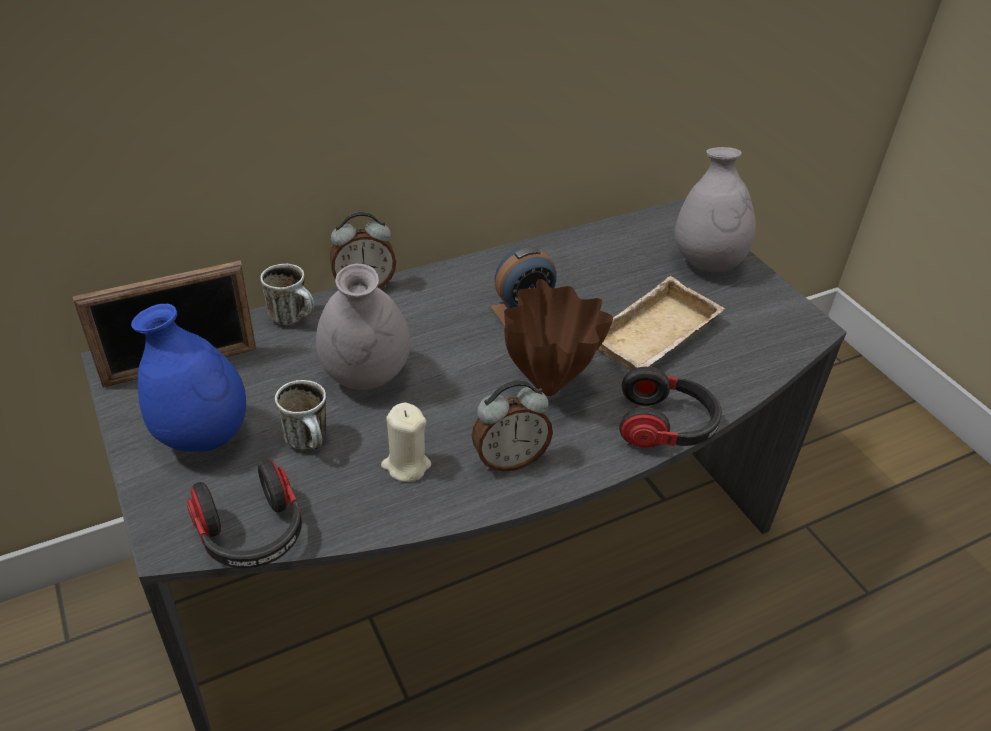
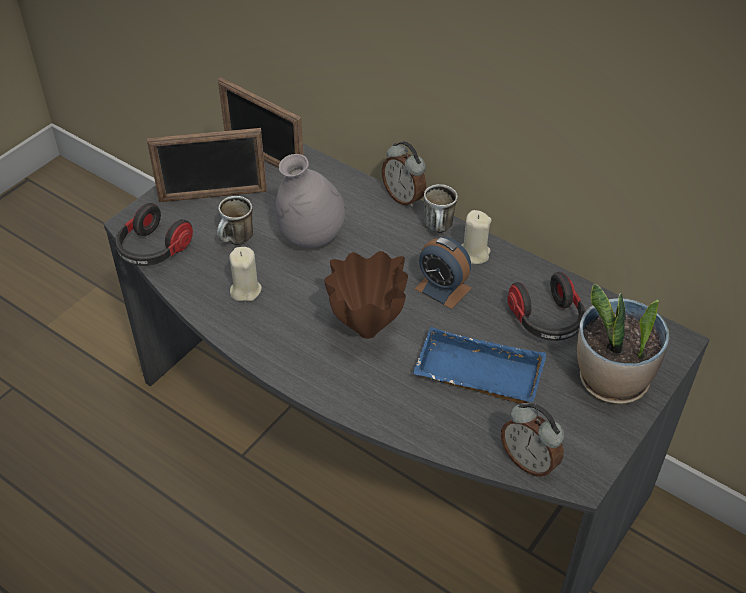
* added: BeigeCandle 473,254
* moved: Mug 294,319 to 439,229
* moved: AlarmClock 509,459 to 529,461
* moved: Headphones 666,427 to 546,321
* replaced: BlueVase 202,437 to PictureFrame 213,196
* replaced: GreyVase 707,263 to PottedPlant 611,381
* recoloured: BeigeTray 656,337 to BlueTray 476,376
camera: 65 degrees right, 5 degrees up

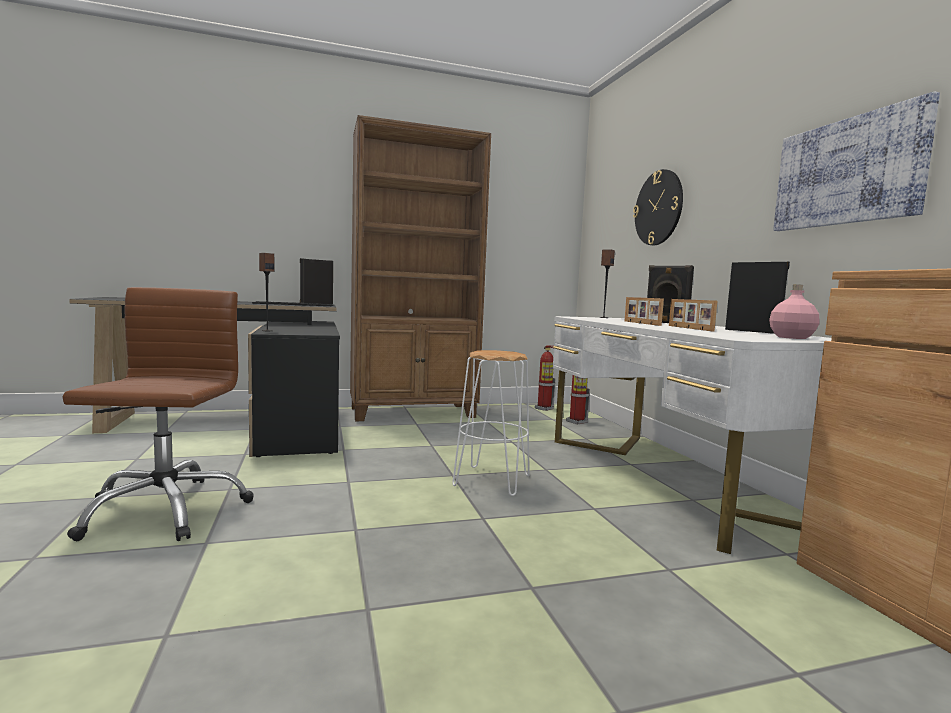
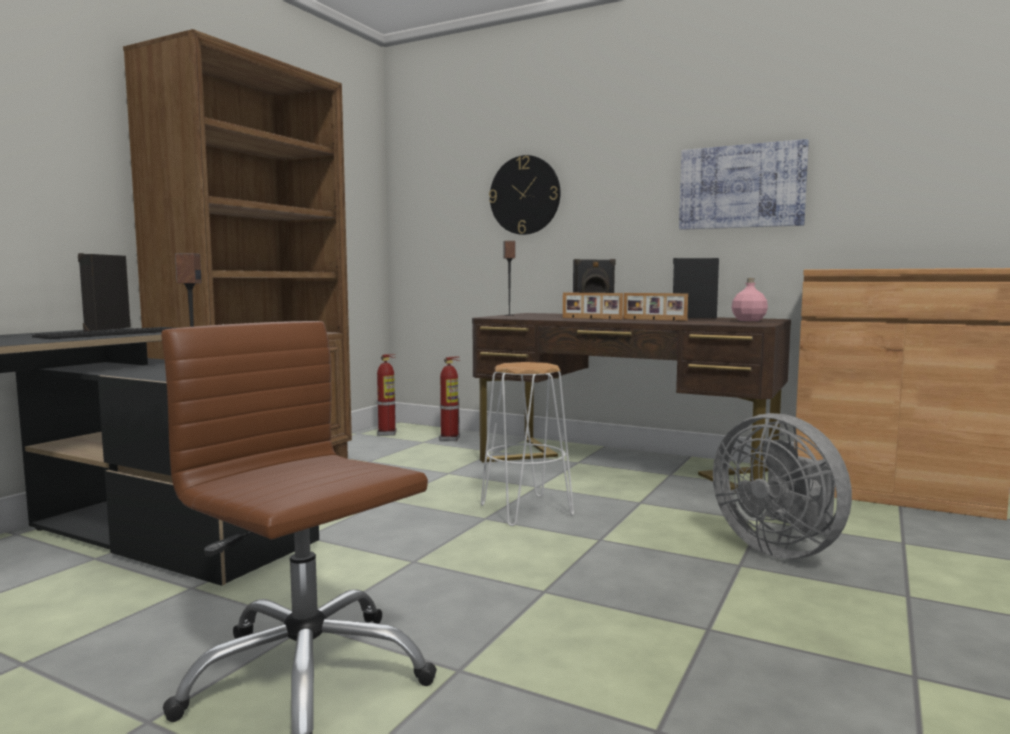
* added: GreyFan 780,548
* recoloured: WhiteDesk 666,479 to BrownDesk 624,465
camera: 45 degrees left, 0 degrees up

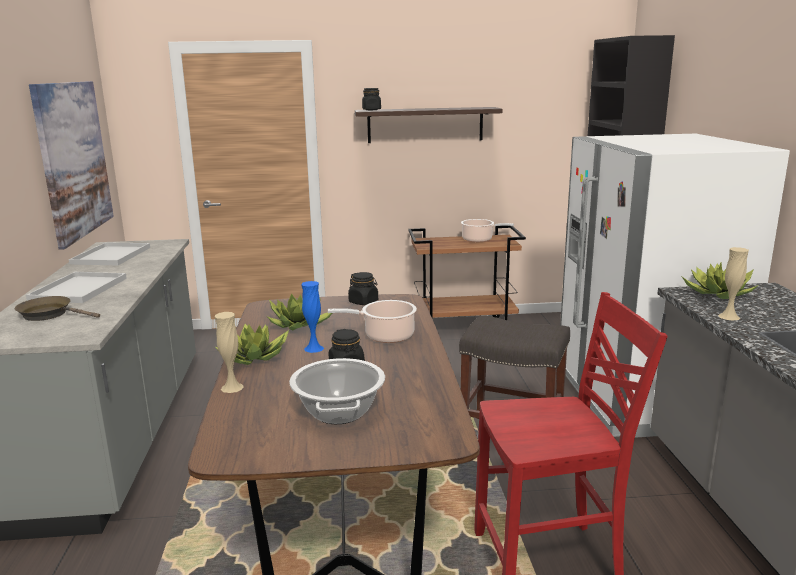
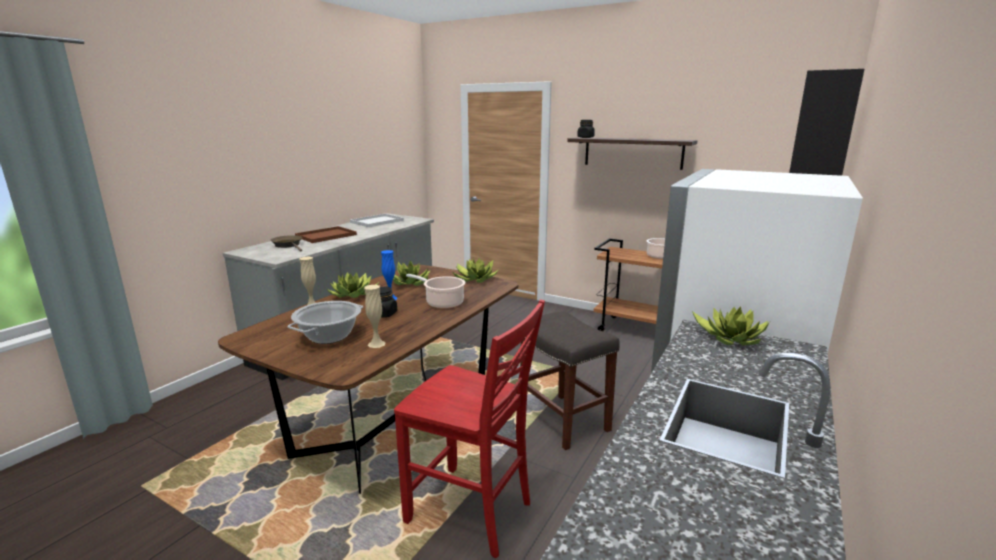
* removed: Picture 74,159
* moved: BeigeVase 729,316 to 376,344
* replaced: BlackJar 363,302 to PottedPlant 474,279
* recoloured: WhiteTray 79,289 to BrownTray 325,236
camera: 35 degrees right, 0 degrees up

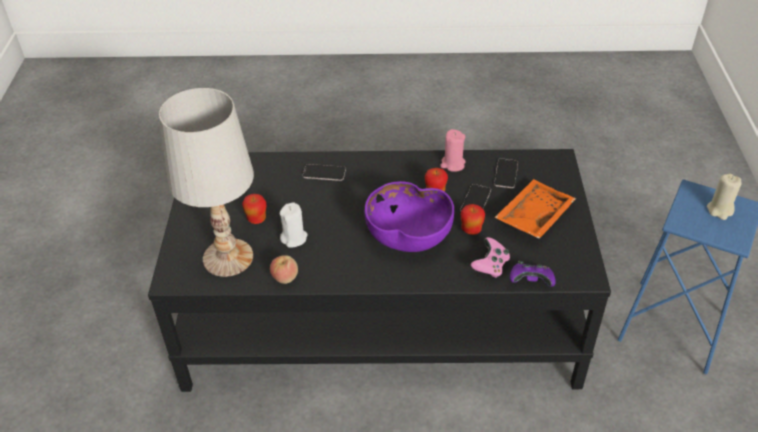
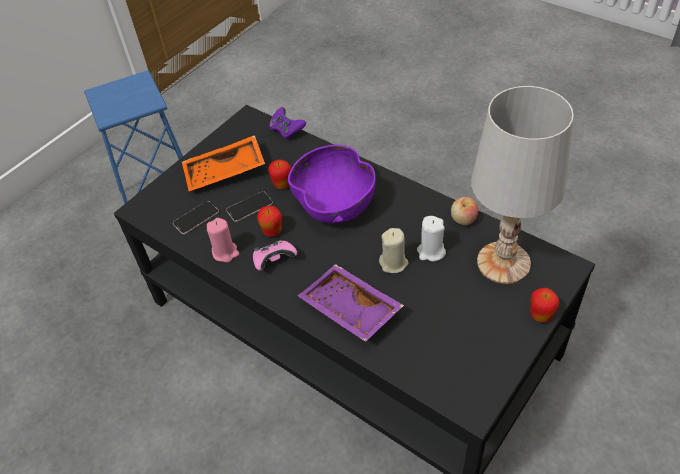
* moved: Apple 257,219 to 540,315
* moved: PinkGameController 490,266 to 274,261
* moved: BeigeCandle 720,210 to 394,263
* replaced: Phone 324,173 to PurpleTray 348,310
camera: 140 degrees left, 5 degrees up

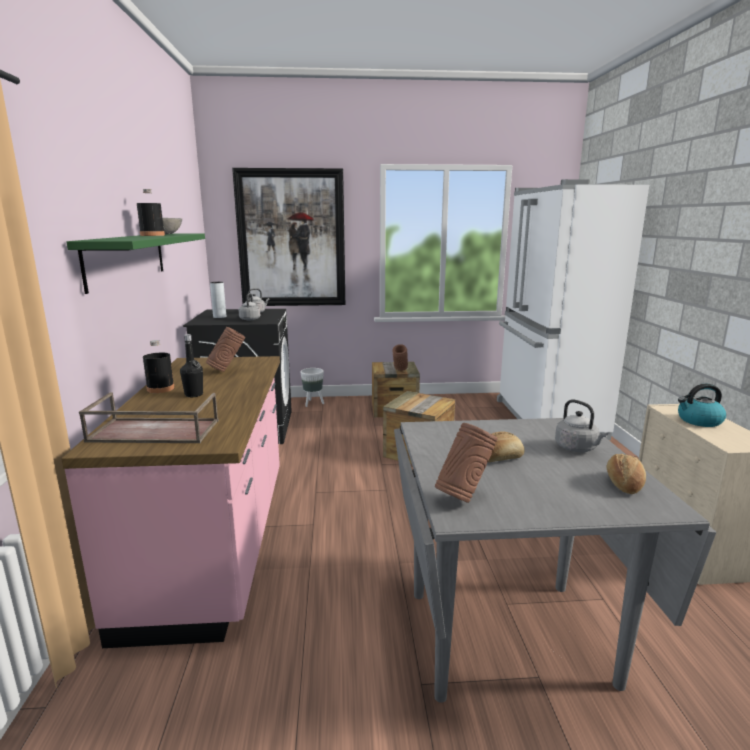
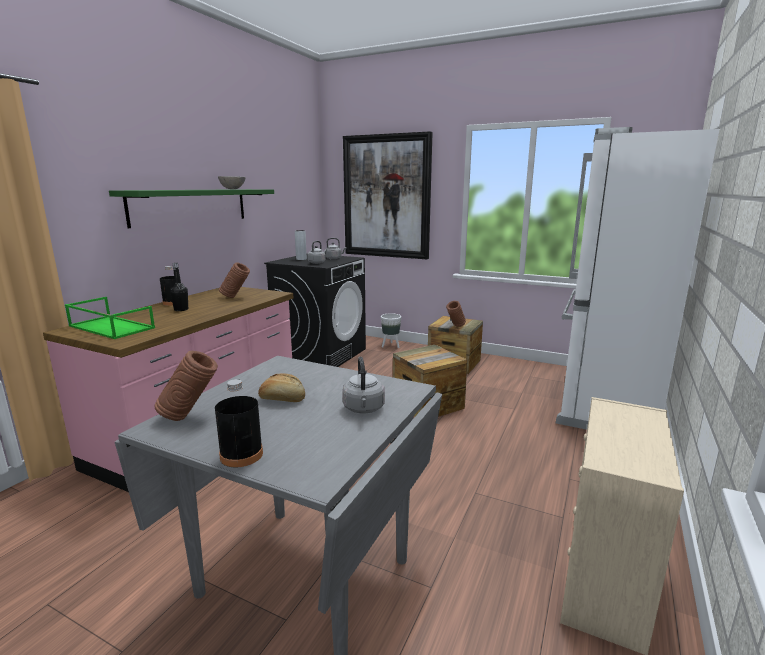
* removed: Bread 623,484
* removed: Kettle 699,421
* moved: BlackBottle 152,235 to 241,455
* recoloured: BrownTray 152,431 to GreenTray 110,327
camera: 30 degrees right, 0 degrees up

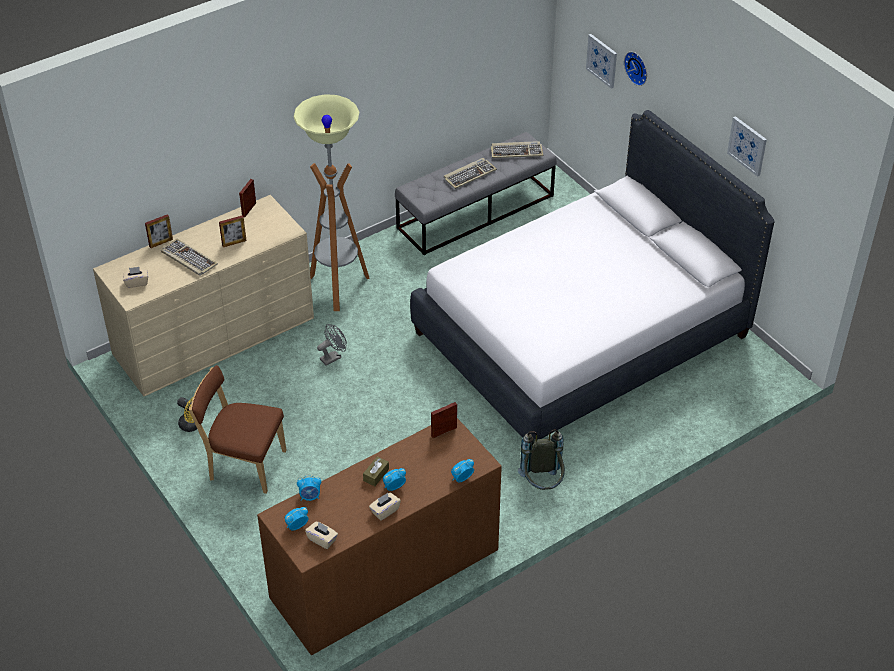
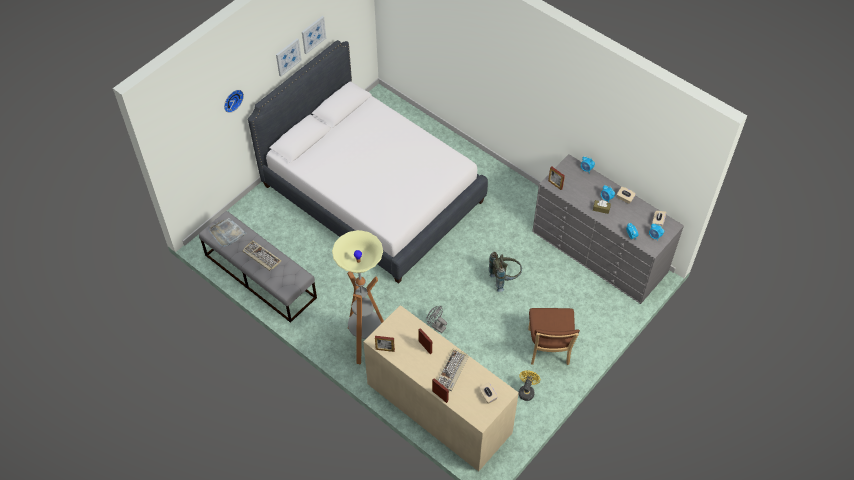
* moved: GreyBackpack 542,484 to 504,278
* moved: Picture 602,60 to 288,57
* replaced: Keyboard 516,151 to GreyTray 227,233
* recoloured: BrownDresser 384,573 to GreyDresser 599,252
camera: 105 degrees left, 10 degrees up

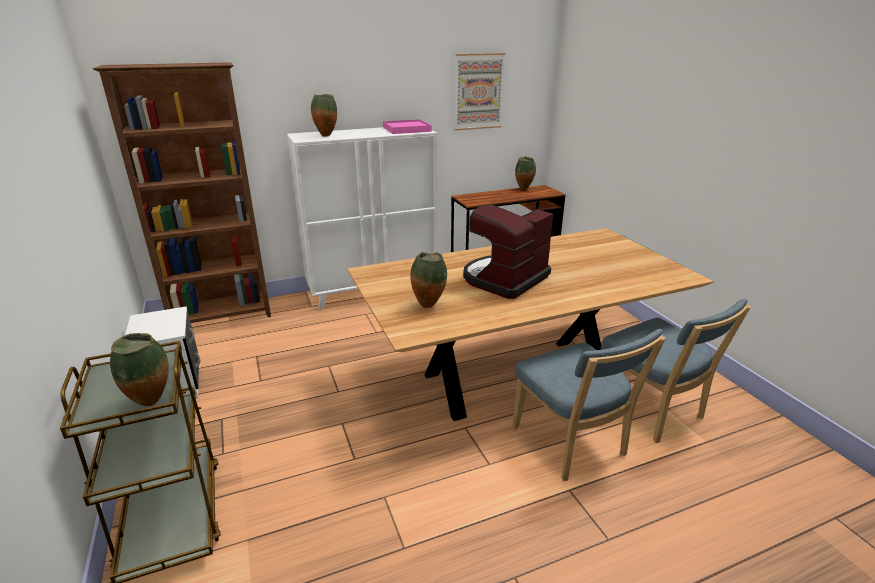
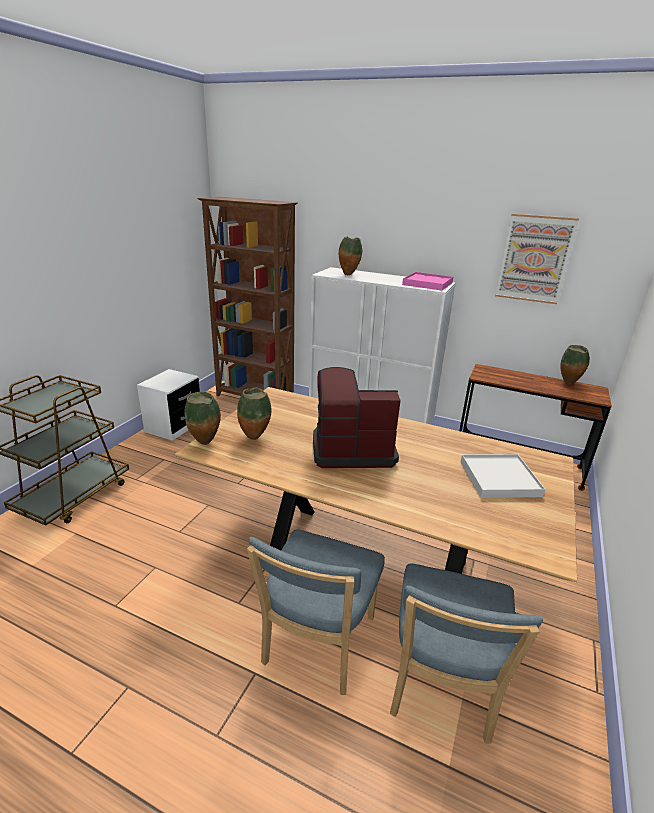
* added: WhiteTray 499,478
* moved: Vase 152,403 to 205,443
camera: 45 degrees right, 0 degrees up

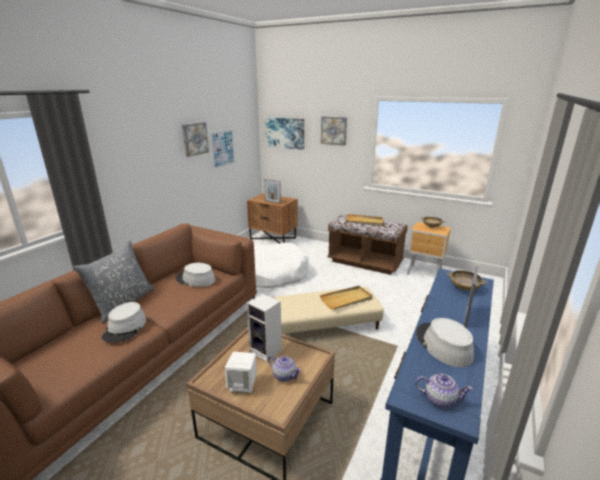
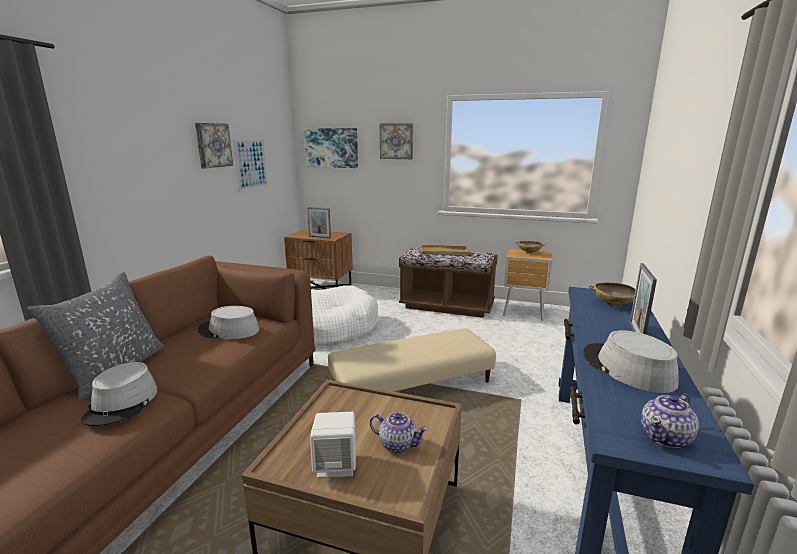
* removed: Speaker 267,351
* removed: BeigeTray 346,299
* turned: Teapot 439,399 = 666,437 135 degrees clockwise
camera: 10 degrees left, 5 degrees down

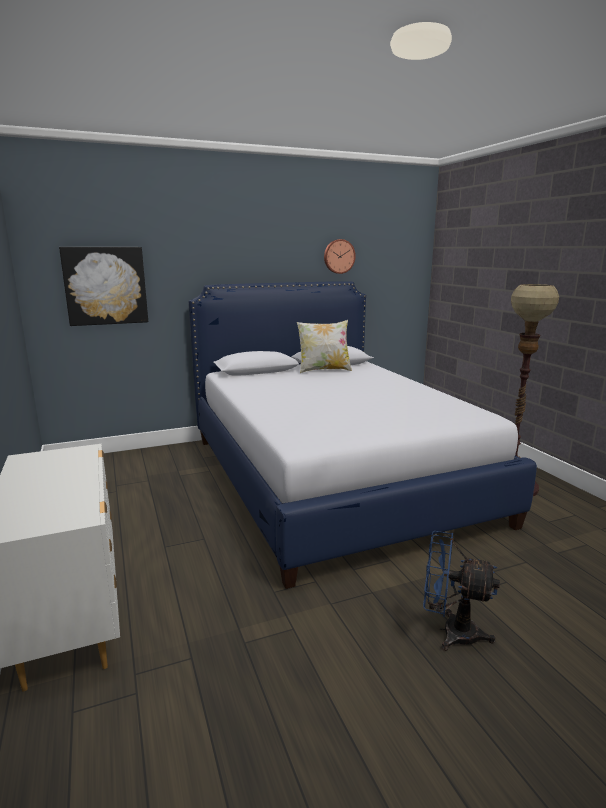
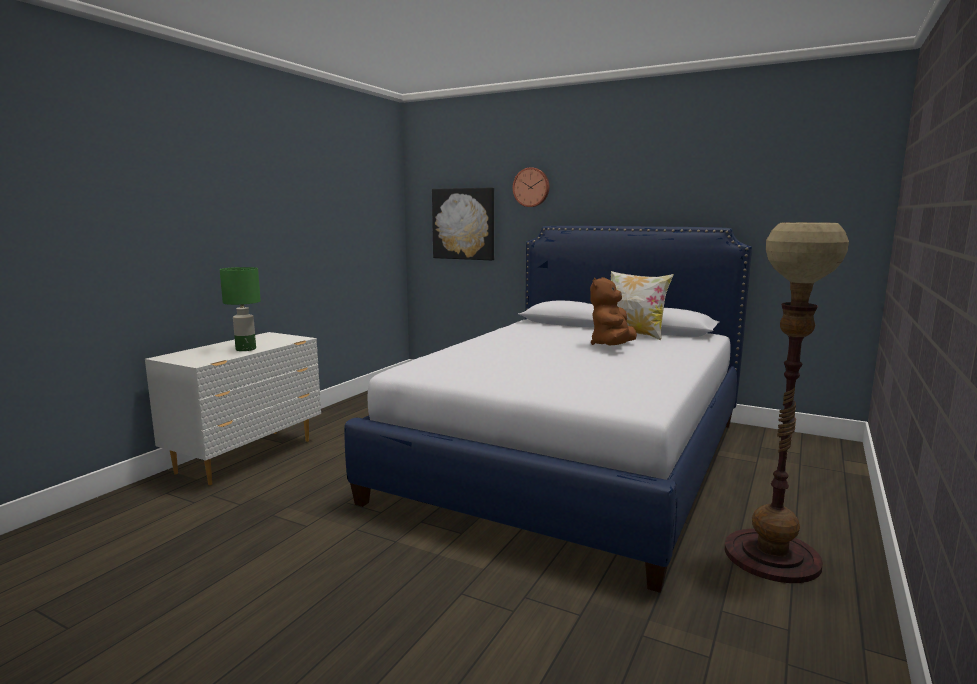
* removed: BlueFan 450,632
* added: GreenTableLamp 245,349
* added: BrownPlushToy 612,346
* moved: WallClock 339,256 to 531,187
camera: 50 degrees right, 5 degrees down

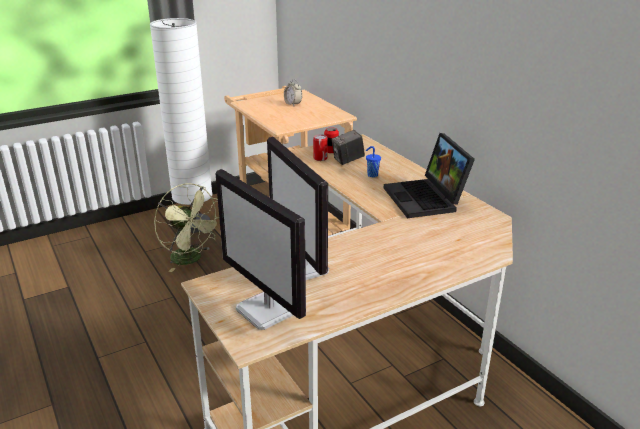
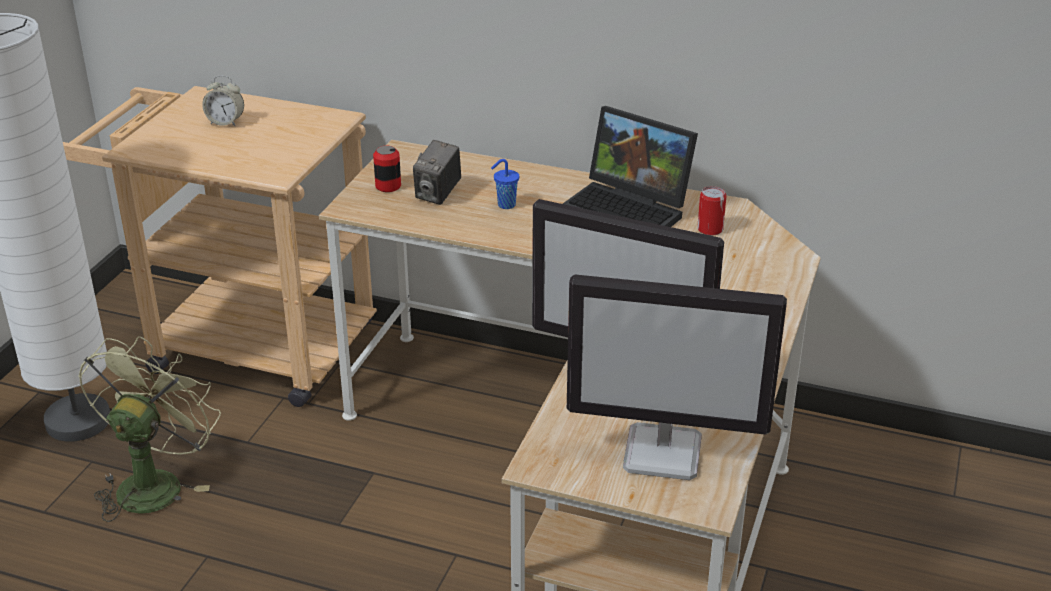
* moved: Can 320,158 to 710,229
* turned: GreenFan 191,259 = 154,482 75 degrees counterclockwise
camera: 40 degrees left, 5 degrees up

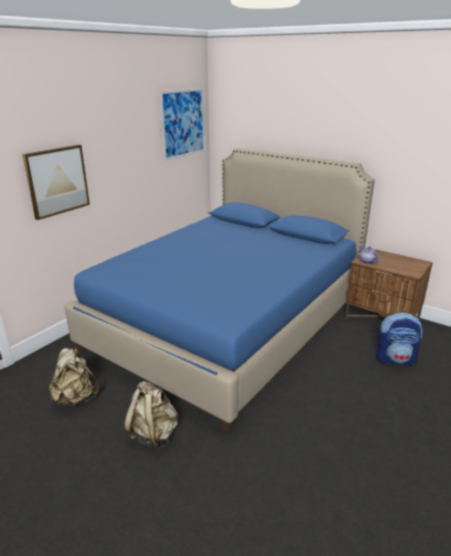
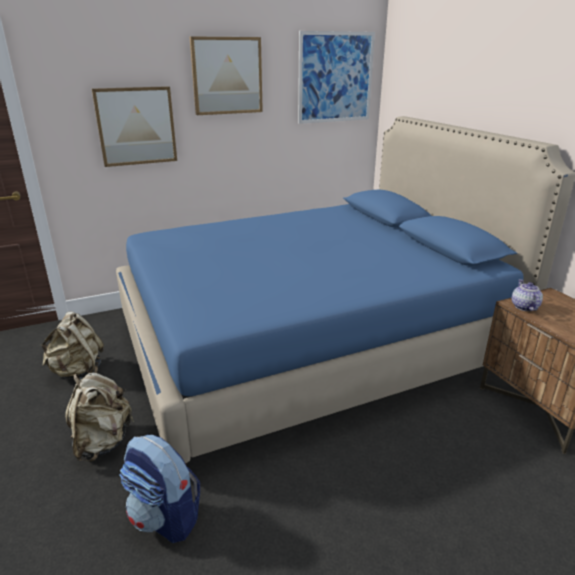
* added: Picture 227,76
* moved: Backpack 395,359 to 165,517
camera: 30 degrees right, 0 degrees up

